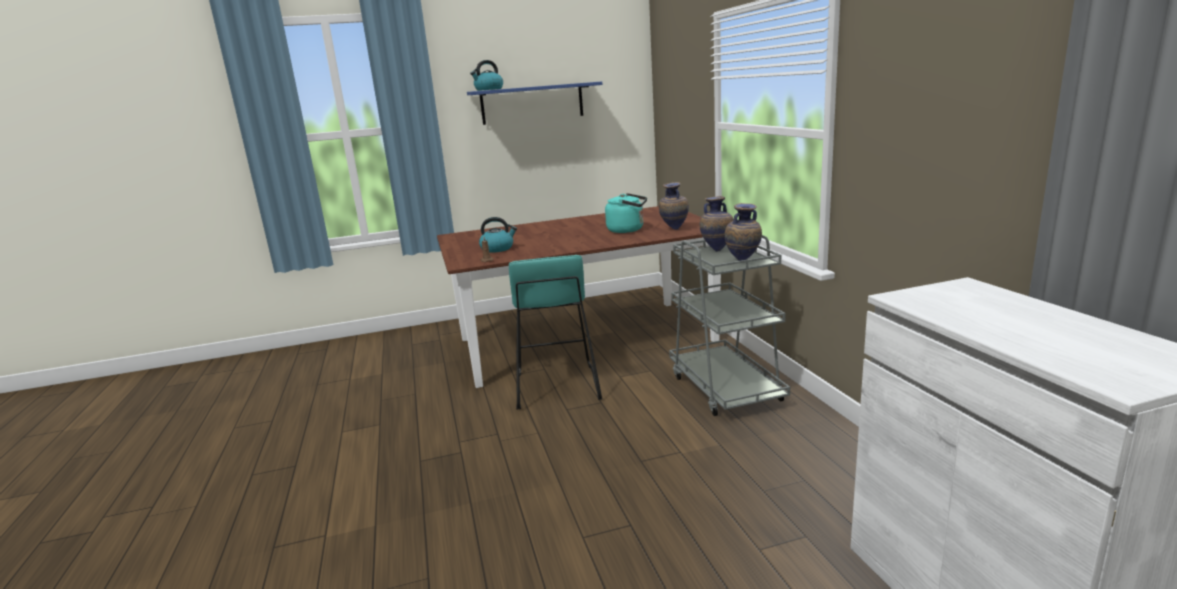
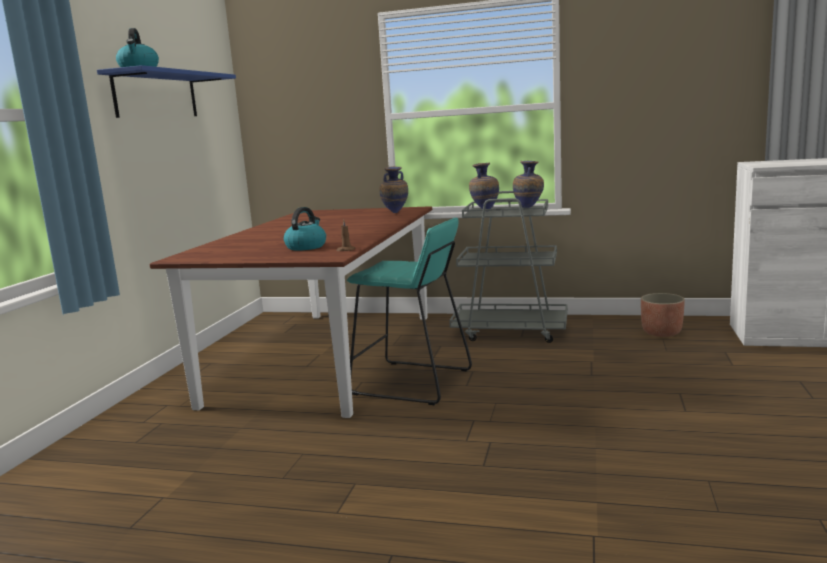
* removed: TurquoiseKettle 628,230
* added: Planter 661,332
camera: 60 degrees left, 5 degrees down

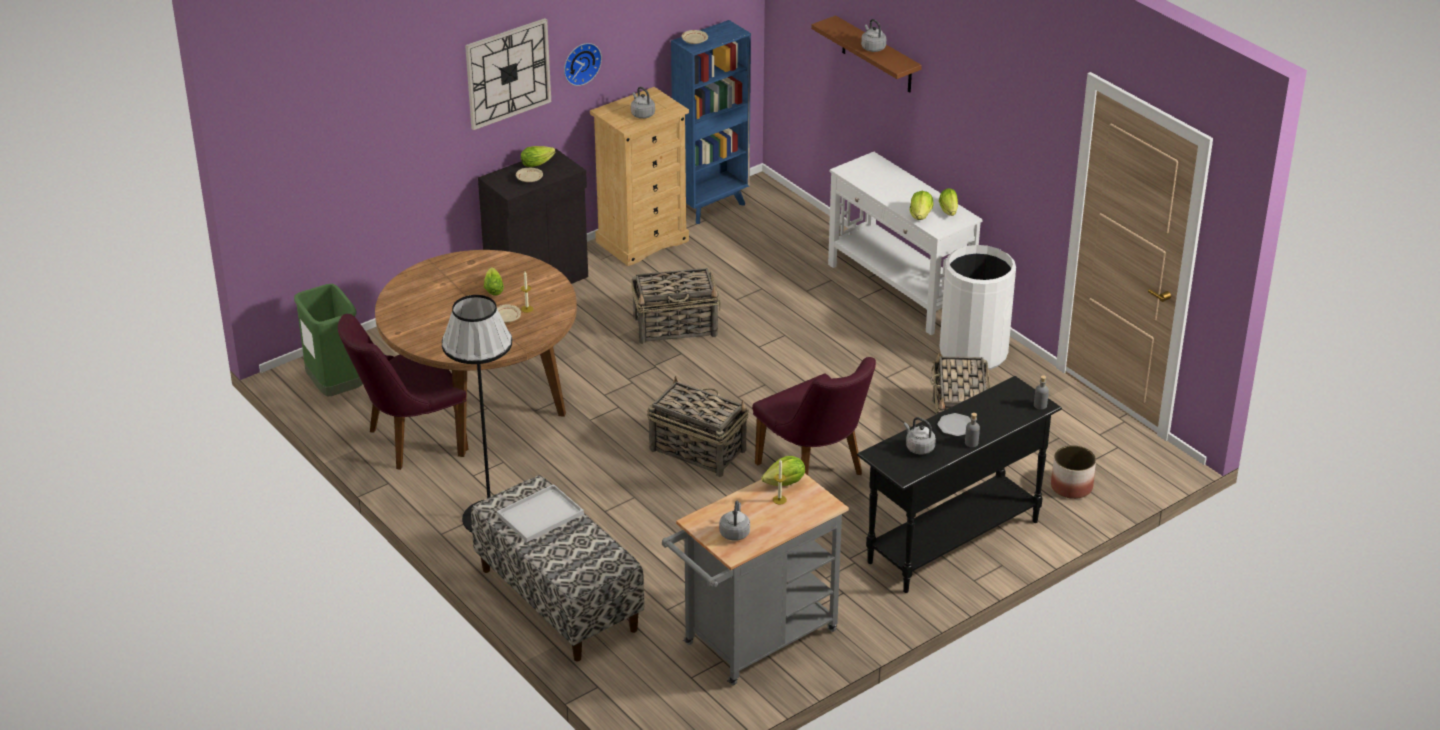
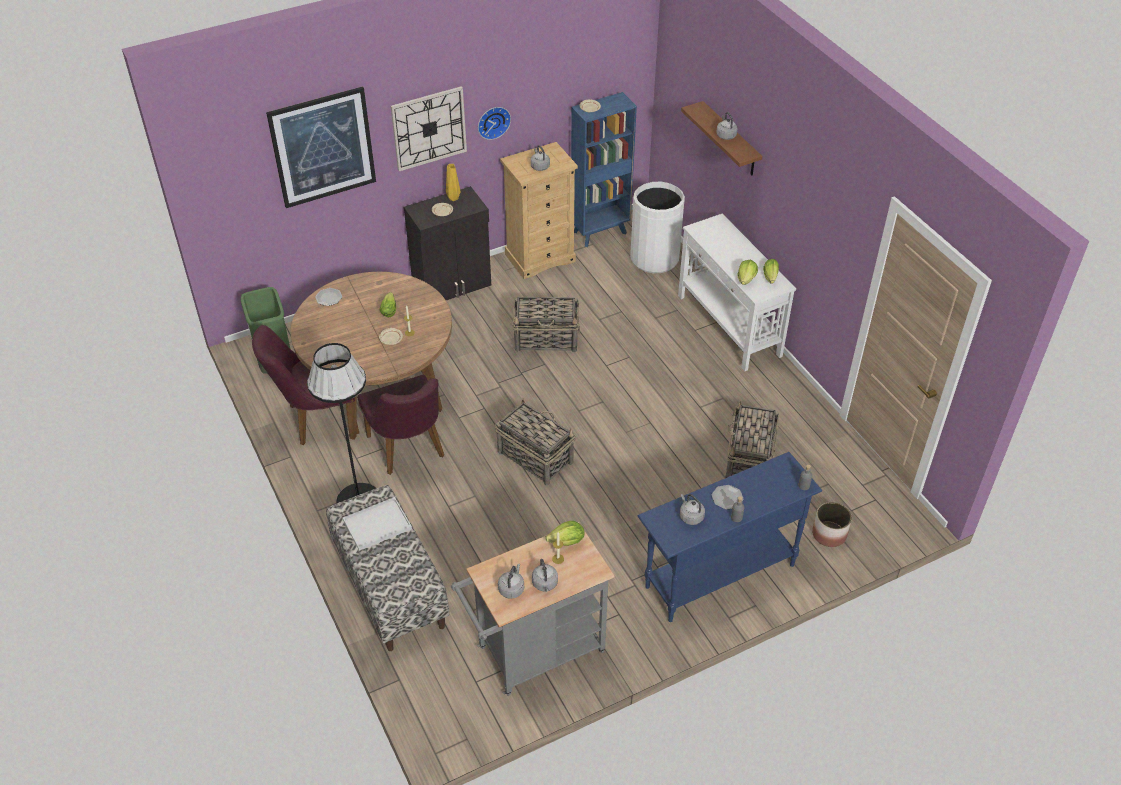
* added: Picture 323,147
* added: Plate 328,298
* added: GreyKettle 545,584
* moved: PurpleChair 816,473 to 409,450
* moved: WhiteTrashCan 973,352 to 654,258
* replaced: Lettuce 539,162 to YellowVase 454,198
* recoloured: BlackConsoleTable 952,542 to BlueConsoleTable 719,576
camera: 10 degrees right, 10 degrees up

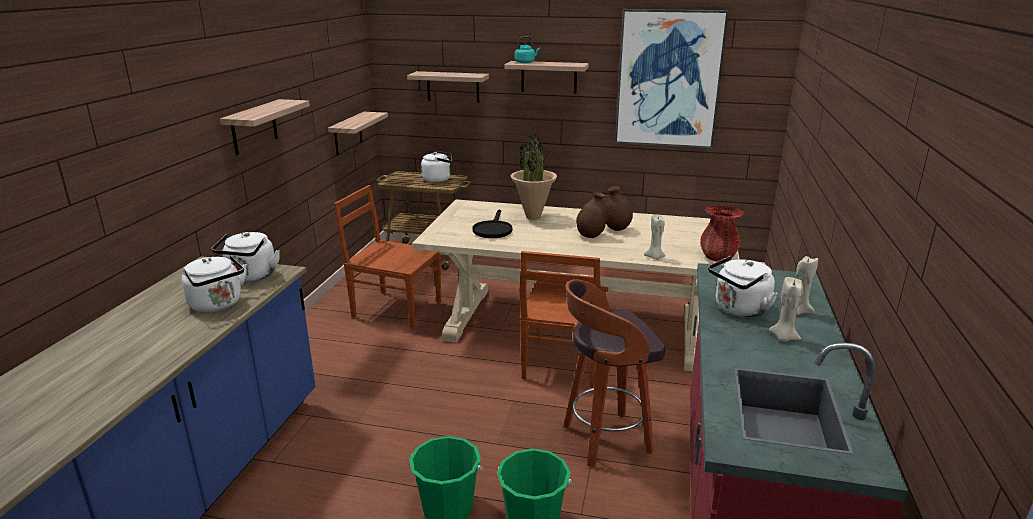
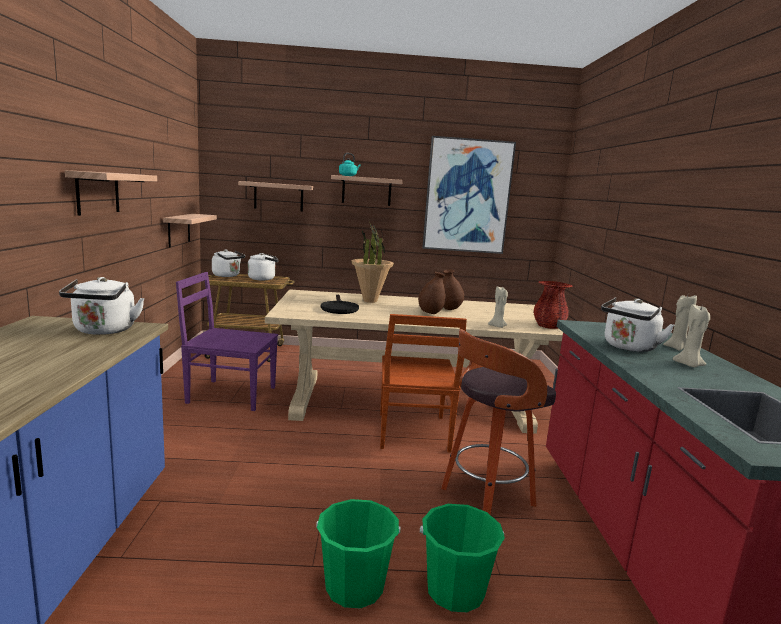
* moved: WhiteKettle 218,305 to 227,275
* recoloured: BrownChair 395,308 to PurpleChair 229,394
camera: 15 degrees left, 10 degrees down

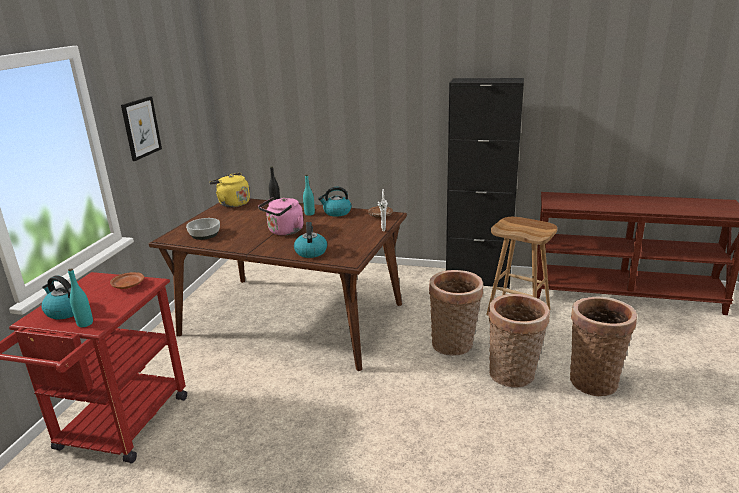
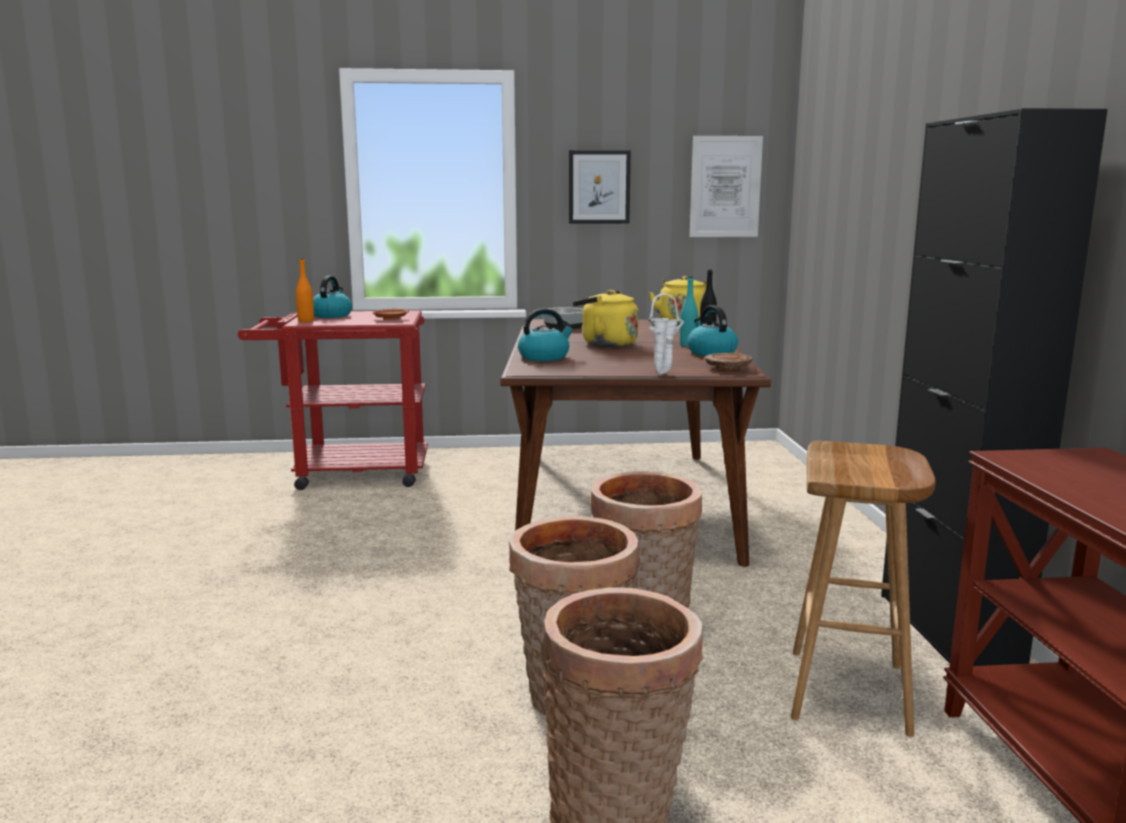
* added: Picture 725,187
* recoloured: TurquoiseBottle 85,323 to OrangeBottle 306,321
* recoloured: PinkKettle 284,231 to YellowKettle 605,344
camera: 70 degrees right, 10 degrees down

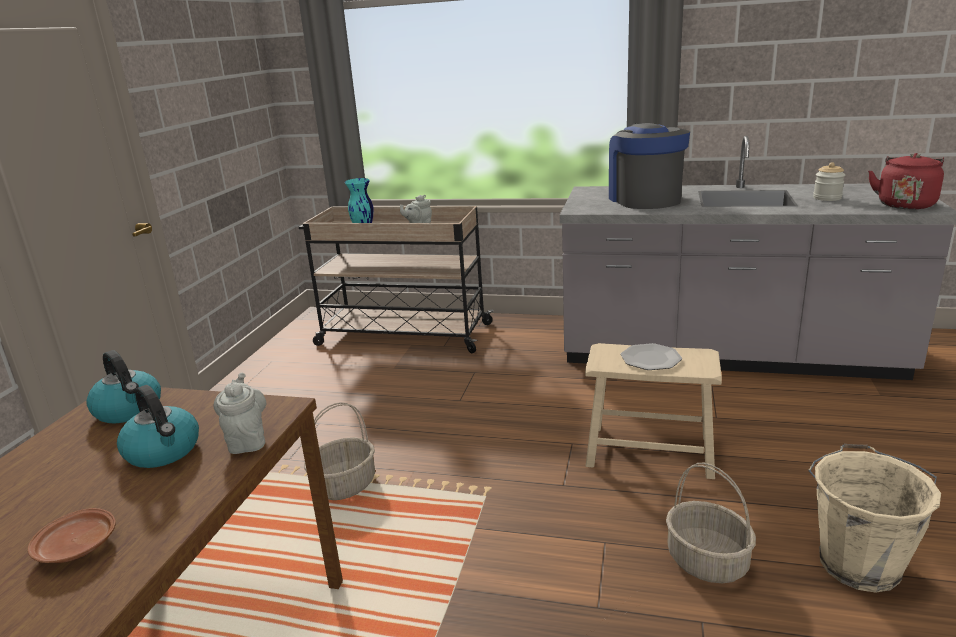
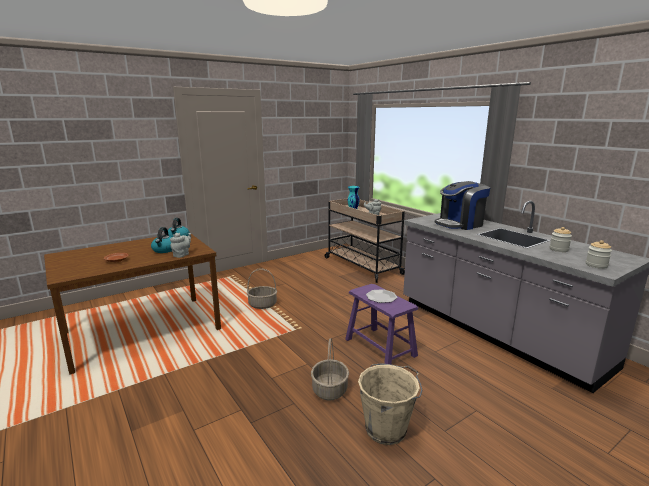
* replaced: RedKettle 905,204 to Jar 596,265
* recoloured: BeigeStool 649,450 to PurpleStool 380,347
* turned: CoffeeMachine 644,199 = 460,224 150 degrees counterclockwise
camera: 40 degrees right, 5 degrees down

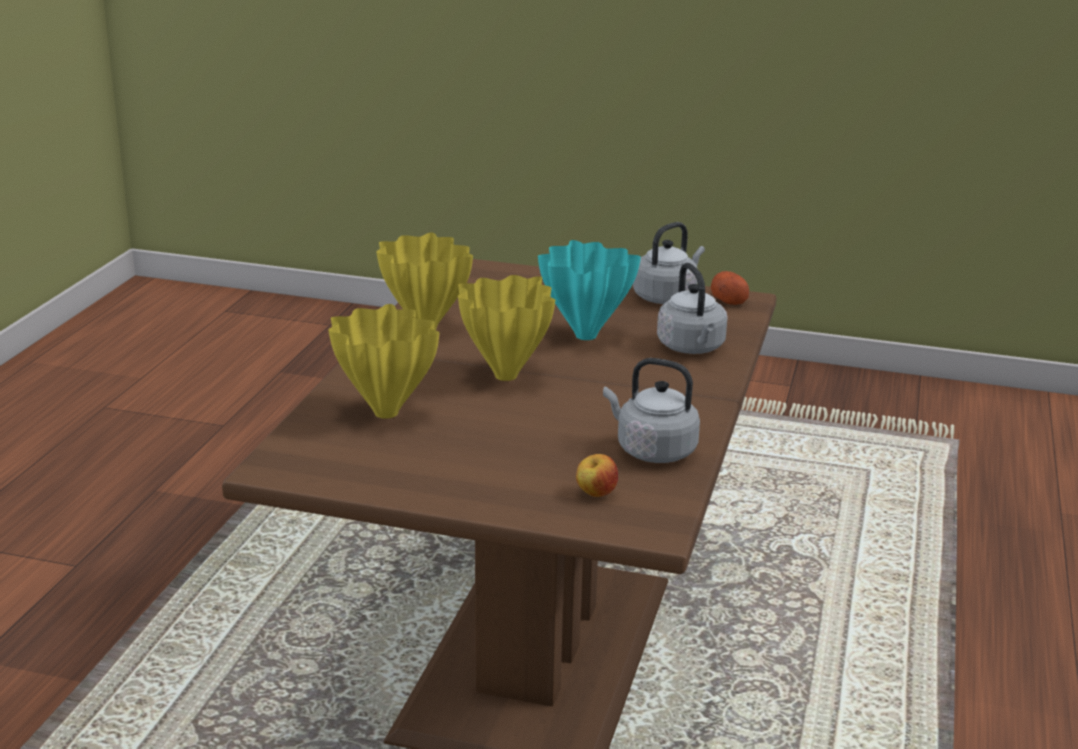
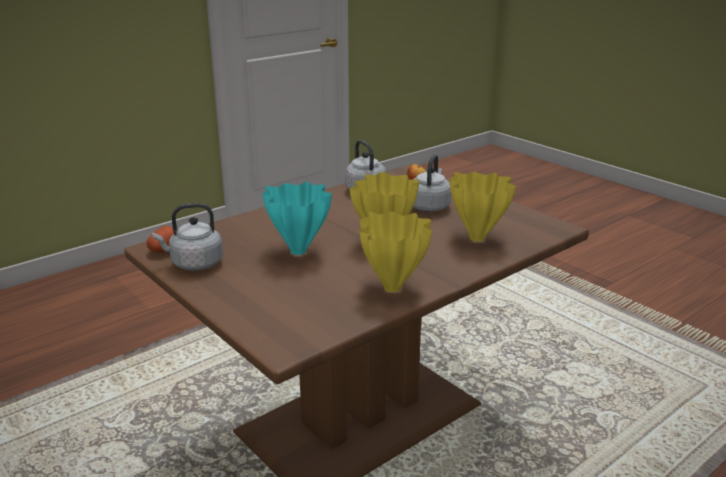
* moved: GreyKettle 692,348 to 429,206
camera: 145 degrees left, 0 degrees up

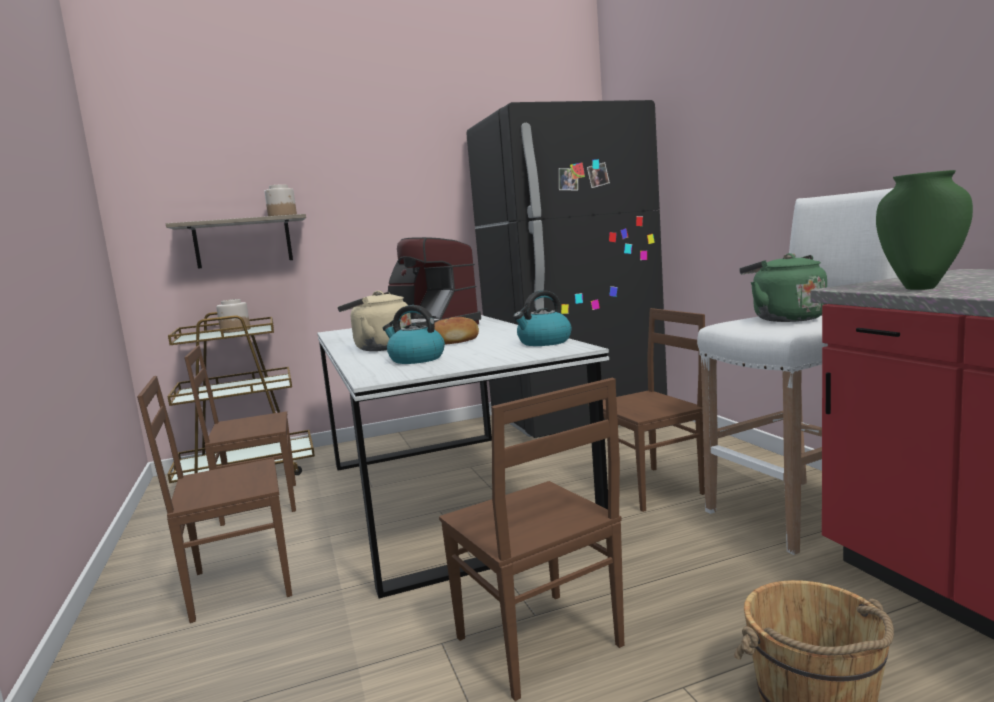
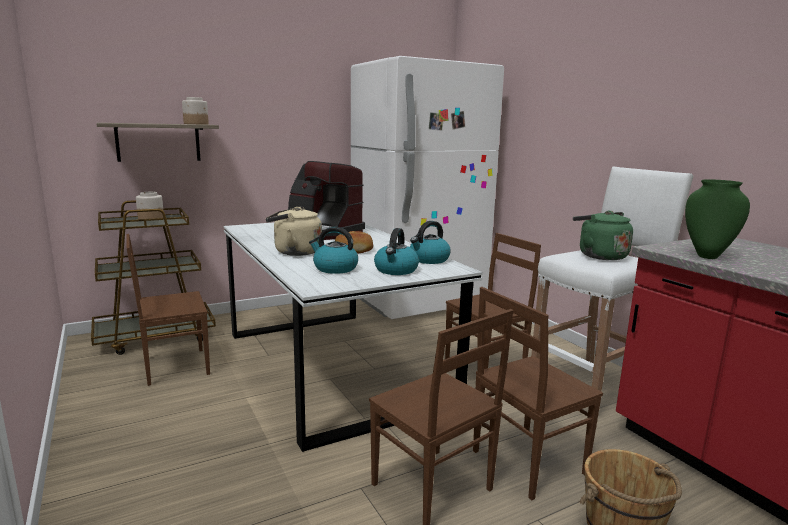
* added: Kettle 396,270
* moved: BrownChair 239,583 to 525,462
* recoloured: BlackFridge 576,418 to WhiteFridge 417,302
camera: 10 degrees left, 5 degrees up

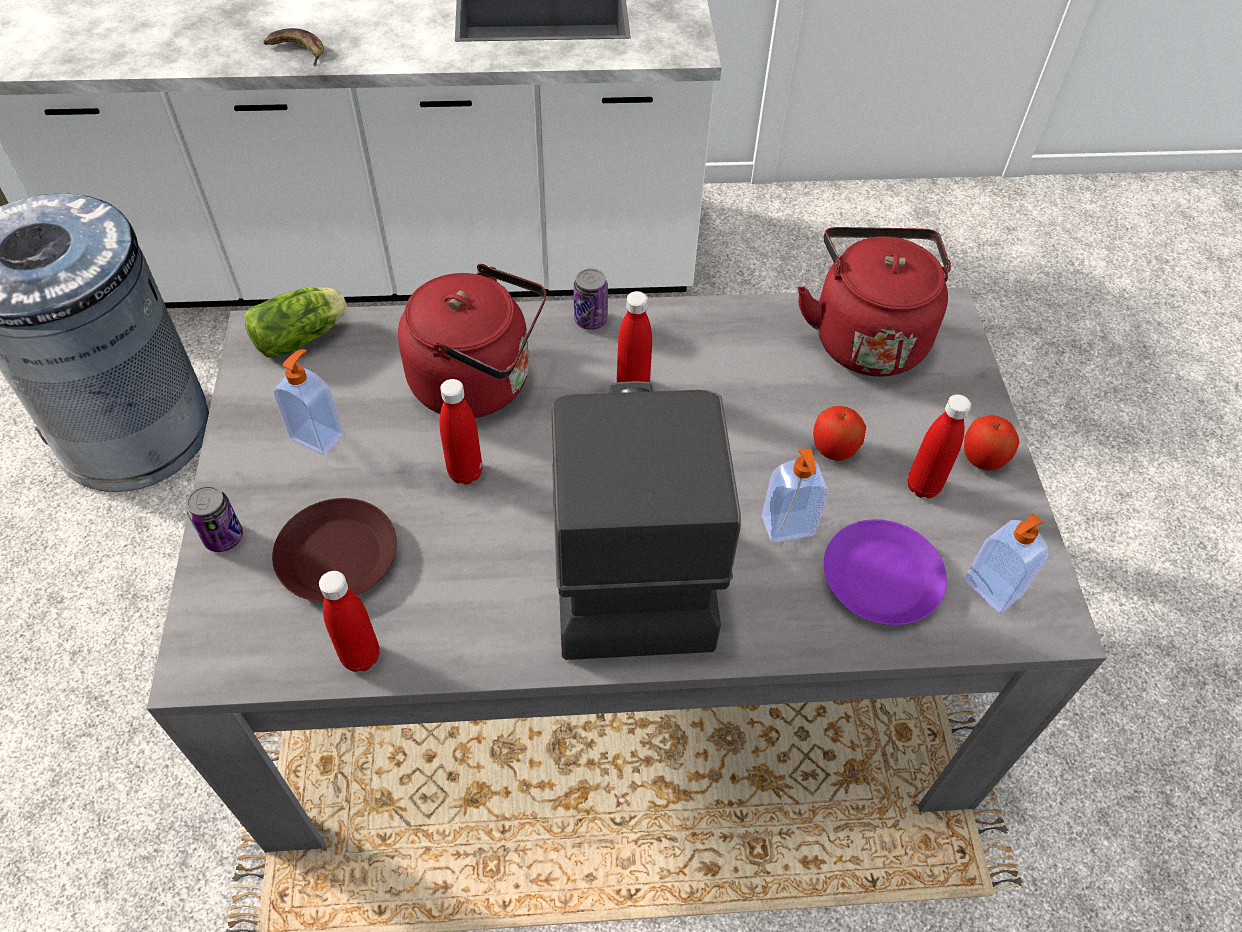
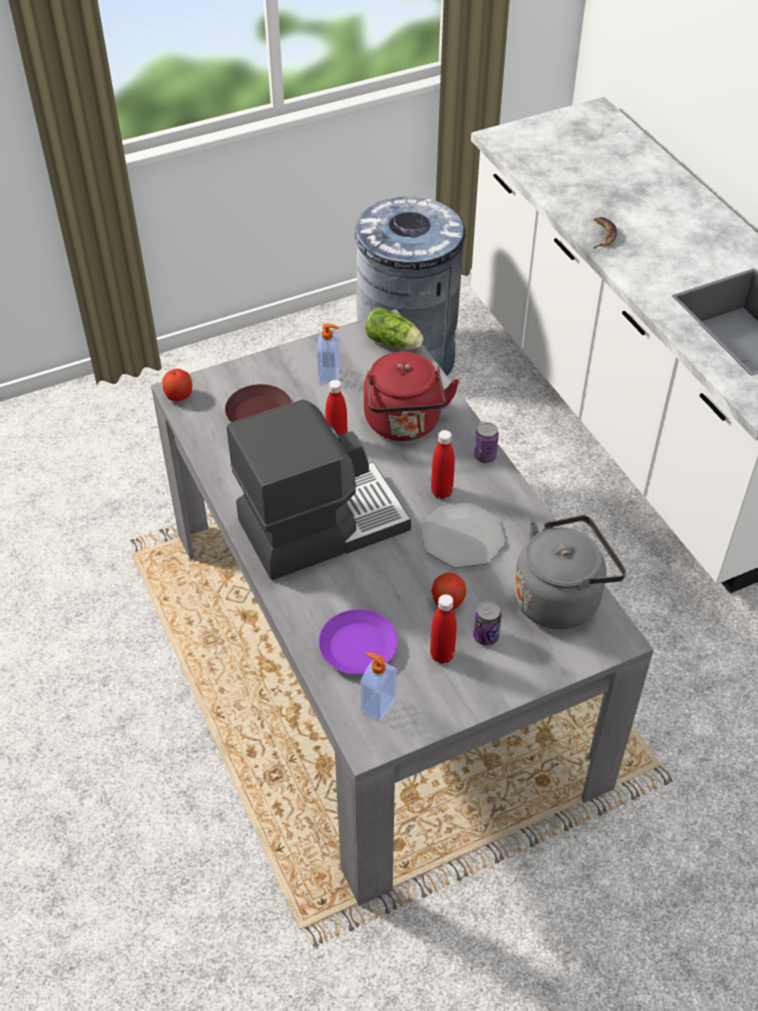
* removed: RedBottle 361,656
* removed: SoapDispenser 788,527
* added: Plate 462,537
* moved: Can 223,537 to 486,636
* moved: Apple 982,458 to 179,396
* recoloured: RedKettle 866,336 to GreyKettle 561,598
camera: 70 degrees right, 5 degrees down

